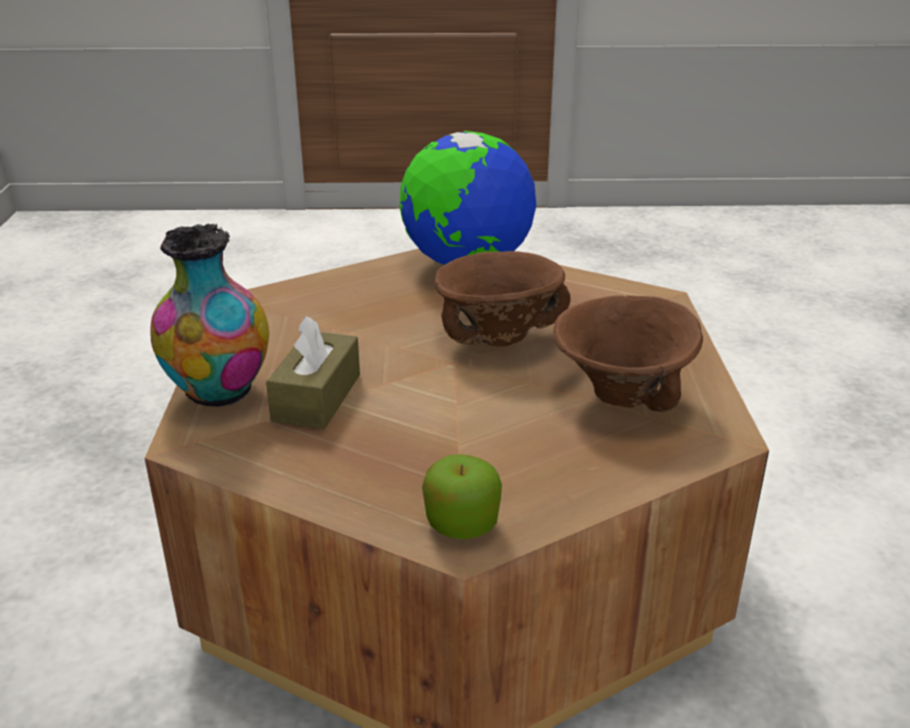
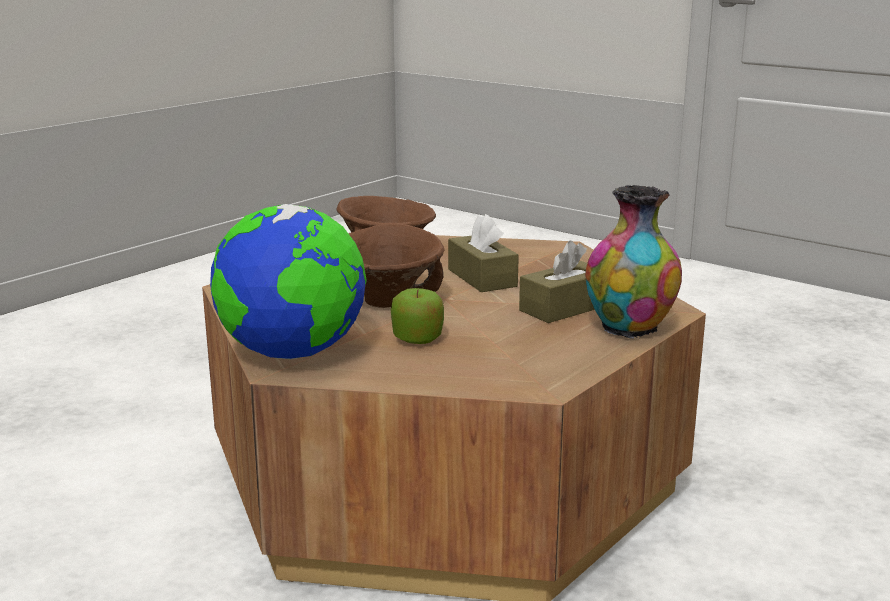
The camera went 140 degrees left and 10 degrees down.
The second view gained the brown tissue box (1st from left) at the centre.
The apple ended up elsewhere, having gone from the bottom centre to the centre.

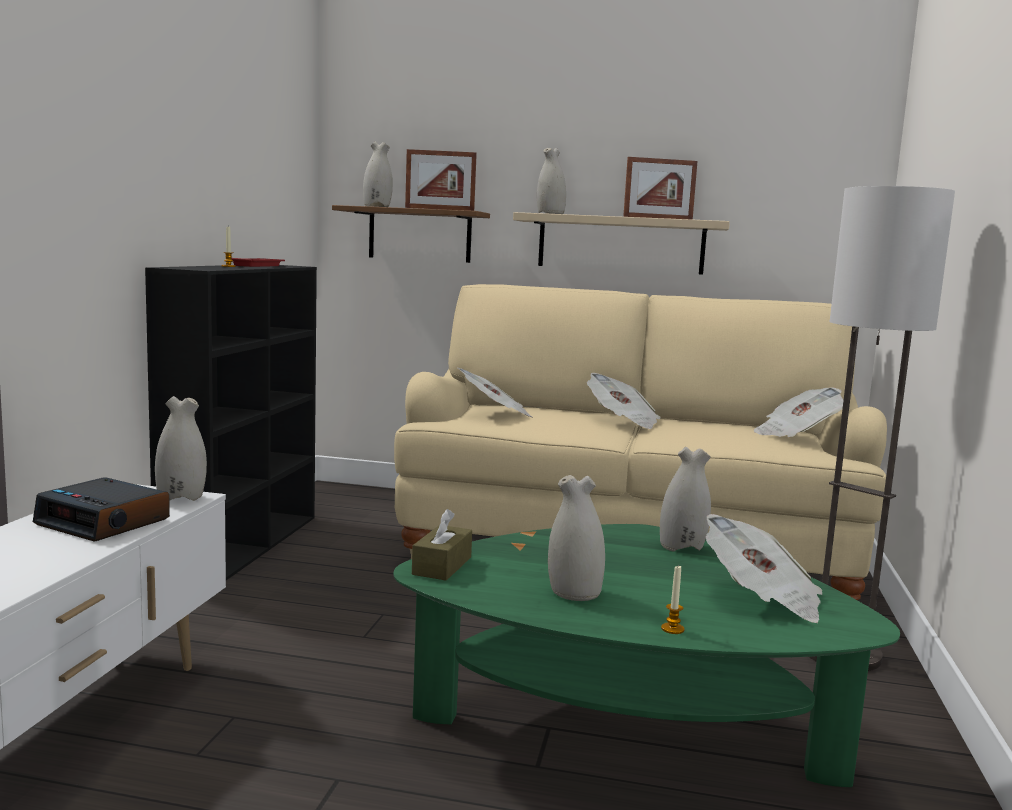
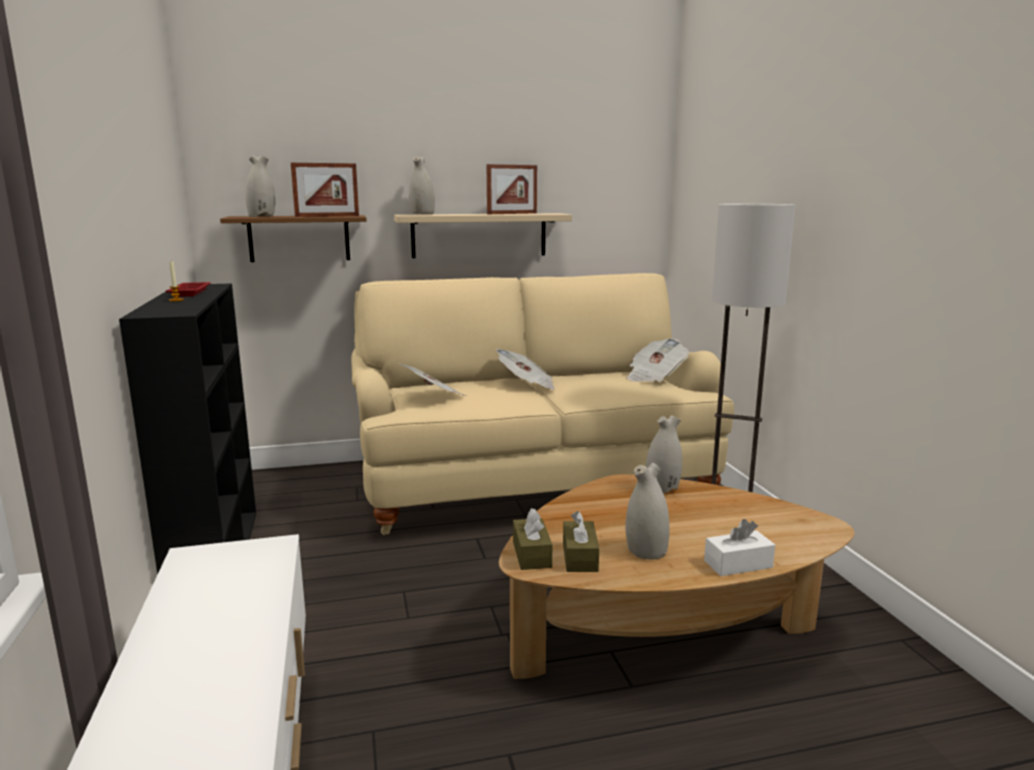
The camera went 25 degrees left and 5 degrees up.
The second view lost the alarm clock at the middle left.
The second view lost the white vase (1st from left) at the middle left.
The second view lost the newspaper (3rd from left) at the bottom right.
The second view gained the brown tissue box (2nd from left) at the bottom centre.
Where the candle (2nd from left) stood at the bottom centre, the white tissue box came to stand at the bottom right.
What was the green coffee table at the bottom centre turned into the brown coffee table at the bottom centre.

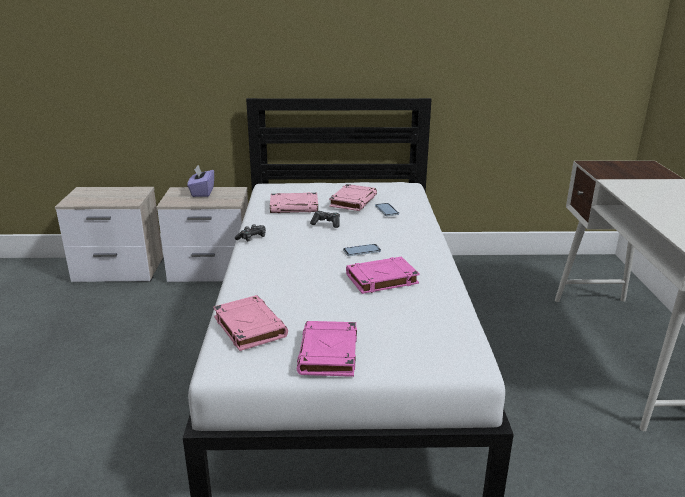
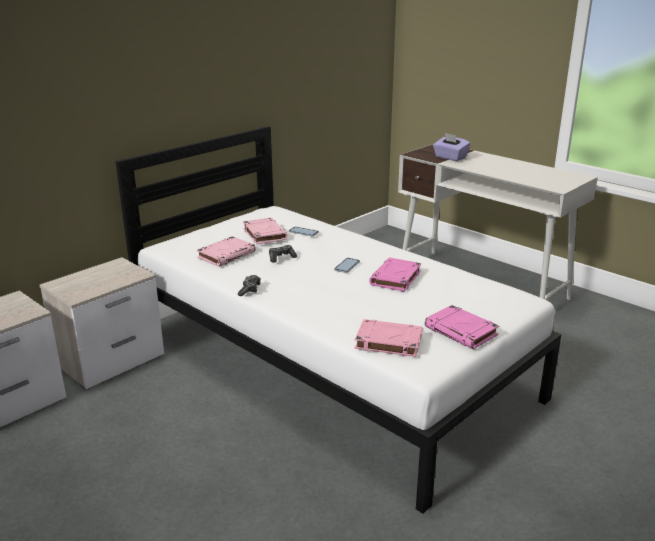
The camera went 45 degrees left and 0 degrees up.
The purple tissue box ended up elsewhere, having gone from the middle left to the top right.

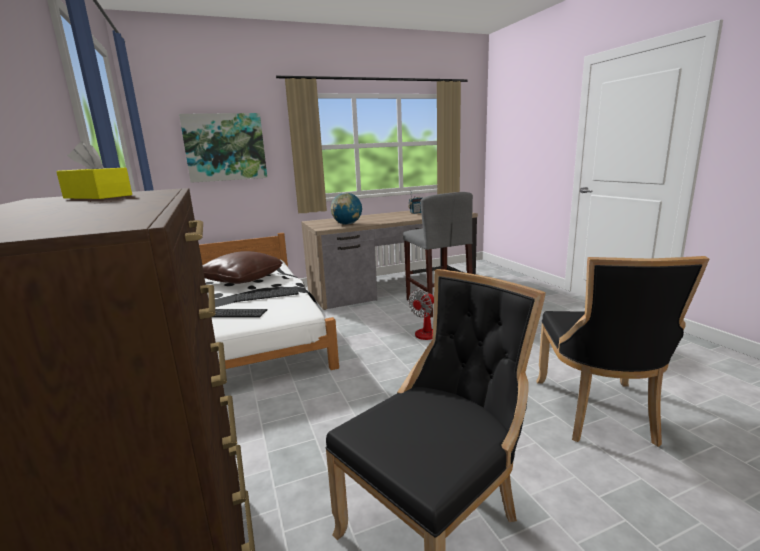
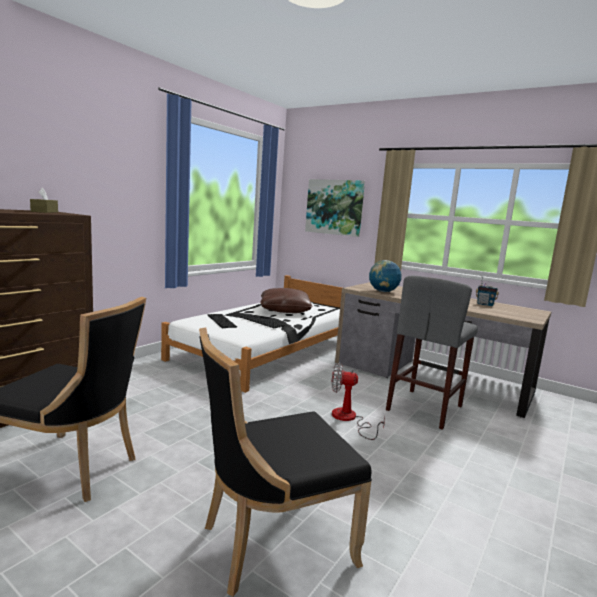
The camera went 55 degrees right and 5 degrees down.
What was the yellow tissue box at the top left turned into the brown tissue box at the middle left.

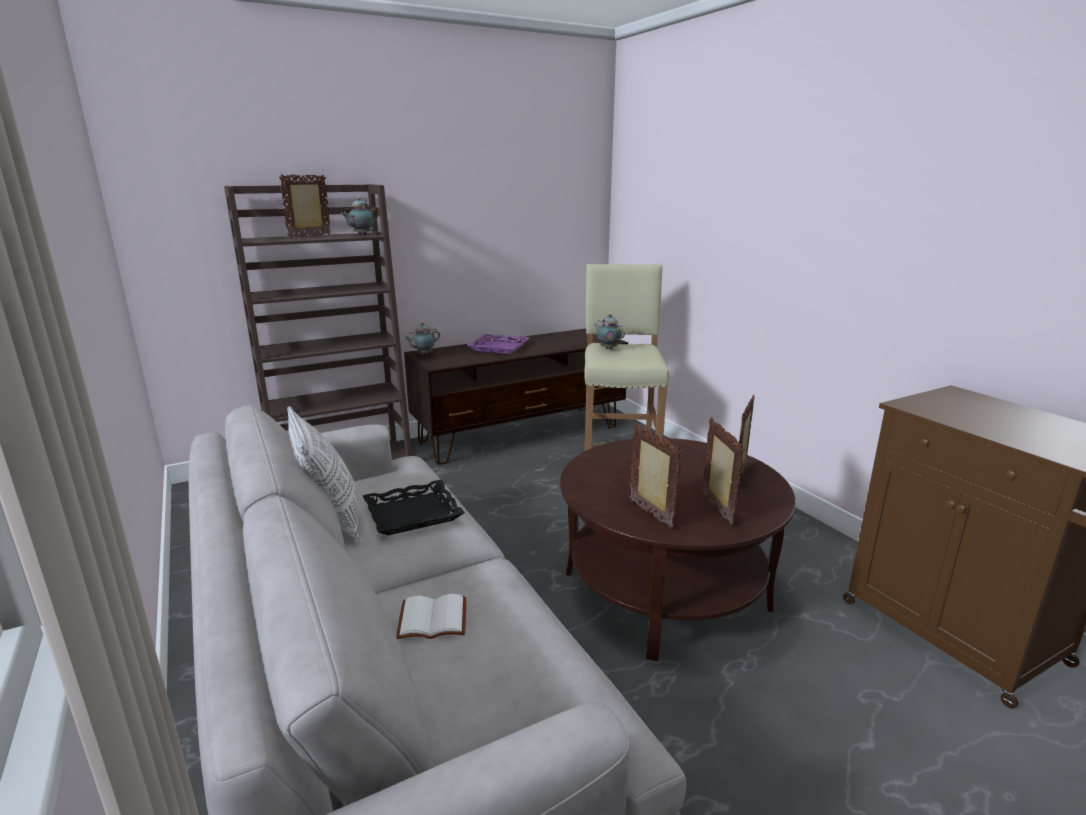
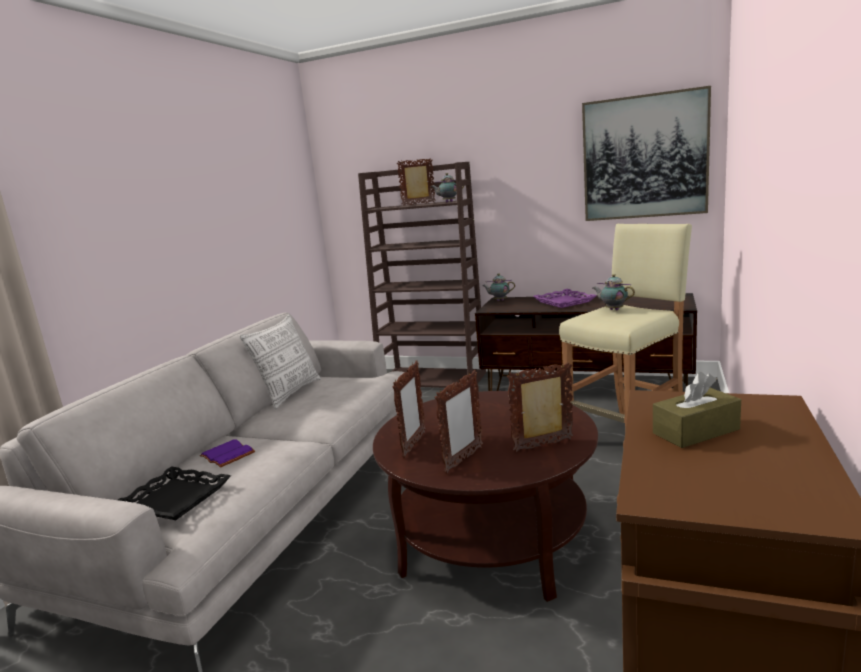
The camera went 50 degrees right and 5 degrees down.
The second view gained the picture at the top right.
The second view gained the brown tissue box at the middle right.
The black tray ended up elsewhere, having gone from the centre to the bottom left.
What was the white book at the bottom centre turned into the purple book at the bottom left.
The teapot (3rd from left) at the centre ended up facing another way, 60 degrees counterclockwise from before.

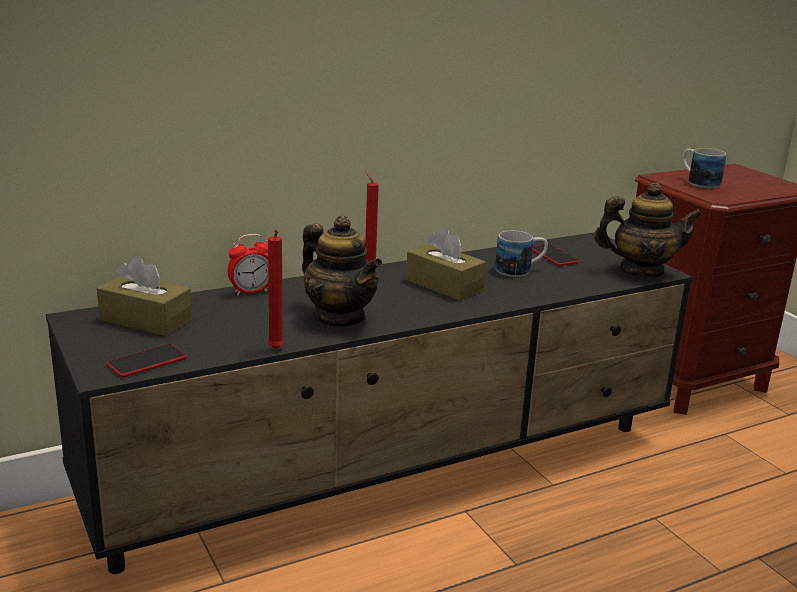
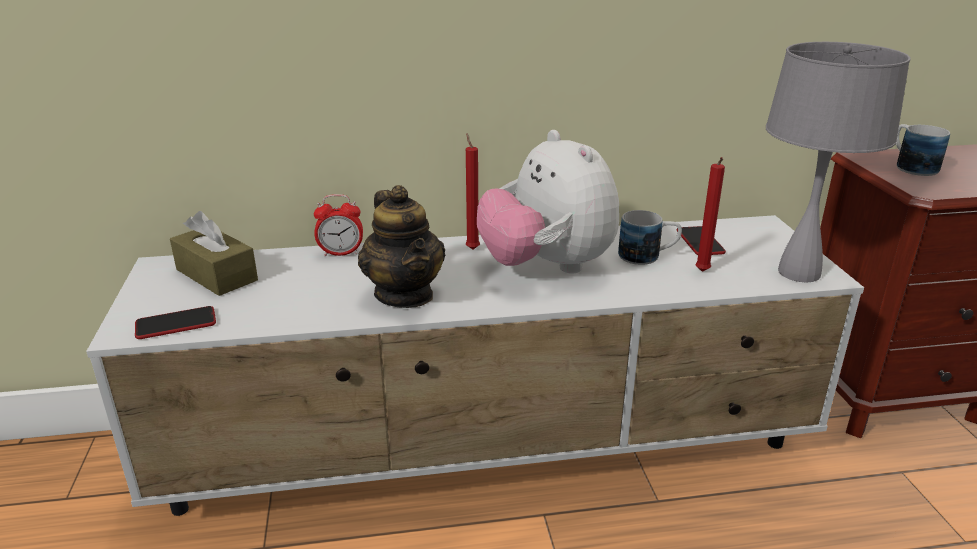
The camera went 20 degrees right and 5 degrees up.
The red candle (1st from left in the first image) ended up elsewhere, having gone from the centre to the middle right.
Where the brown tissue box (2nd from left) stood at the centre, the plush toy came to stand at the centre.
Where the teapot (2nd from left) stood at the middle right, the grey table lamp came to stand at the top right.
What was the black tv stand at the bottom centre turned into the white tv stand at the centre.

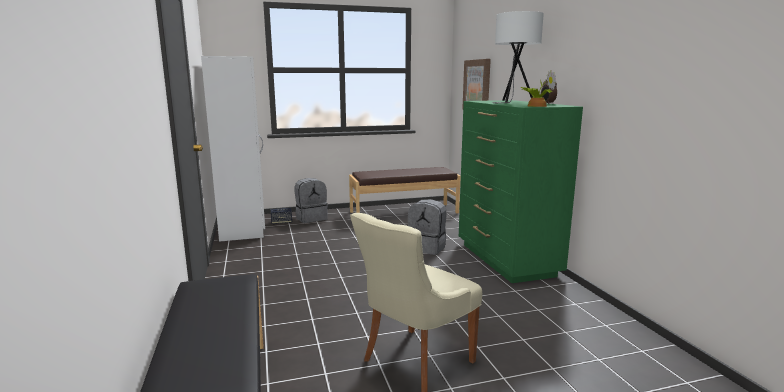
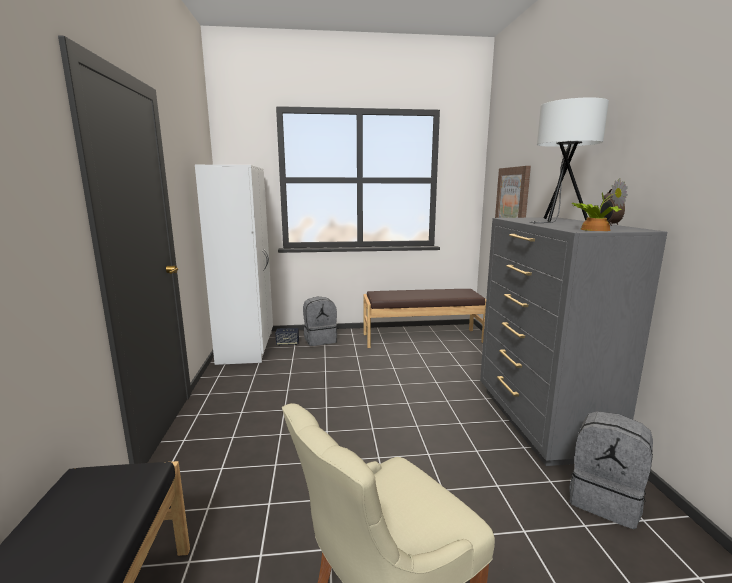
The camera went 10 degrees right and 0 degrees up.
The grey backpack (2nd from left) ended up elsewhere, having gone from the centre to the bottom right.
What was the green dresser at the centre turned into the grey dresser at the middle right.

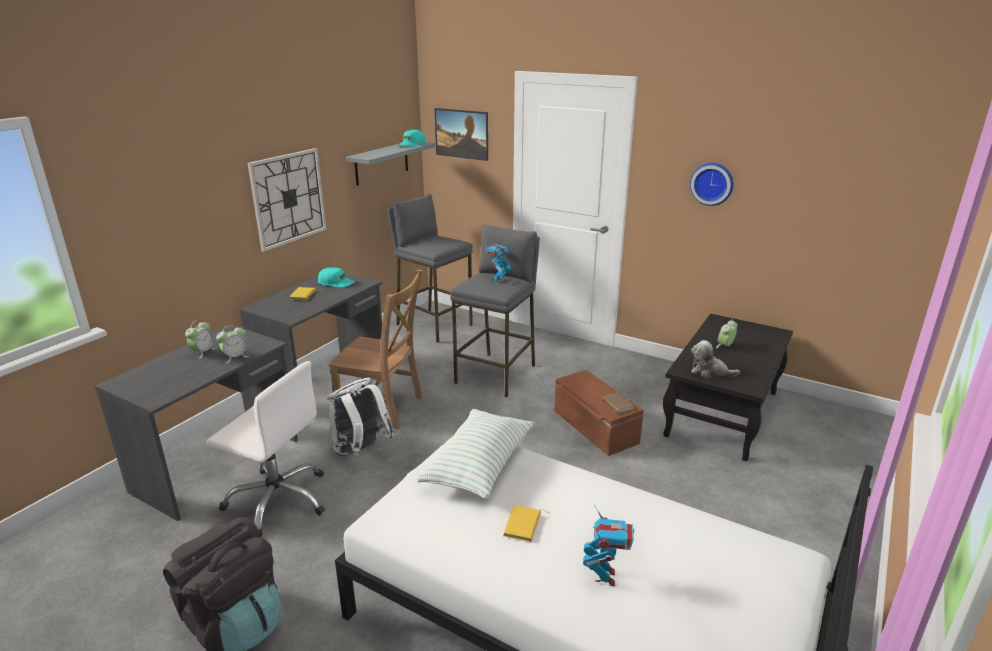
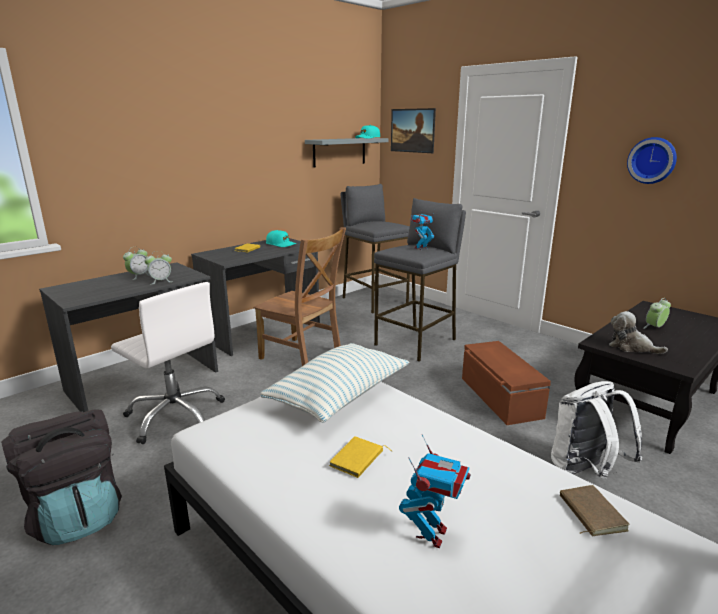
The camera went 15 degrees right and 5 degrees down.
The second view lost the wall clock (1st from left) at the top left.
The white backpack ended up elsewhere, having gone from the centre to the bottom right.
The brown book ended up elsewhere, having gone from the centre to the bottom right.

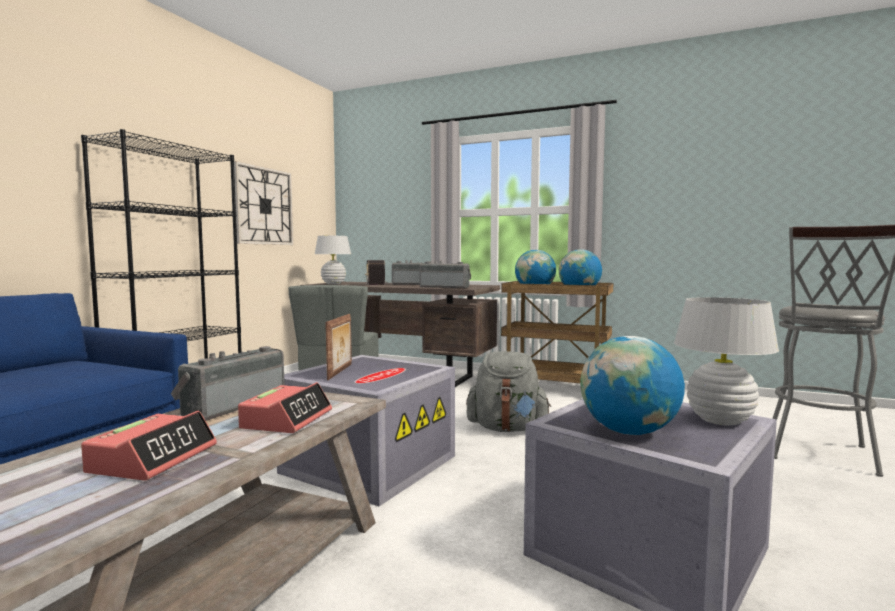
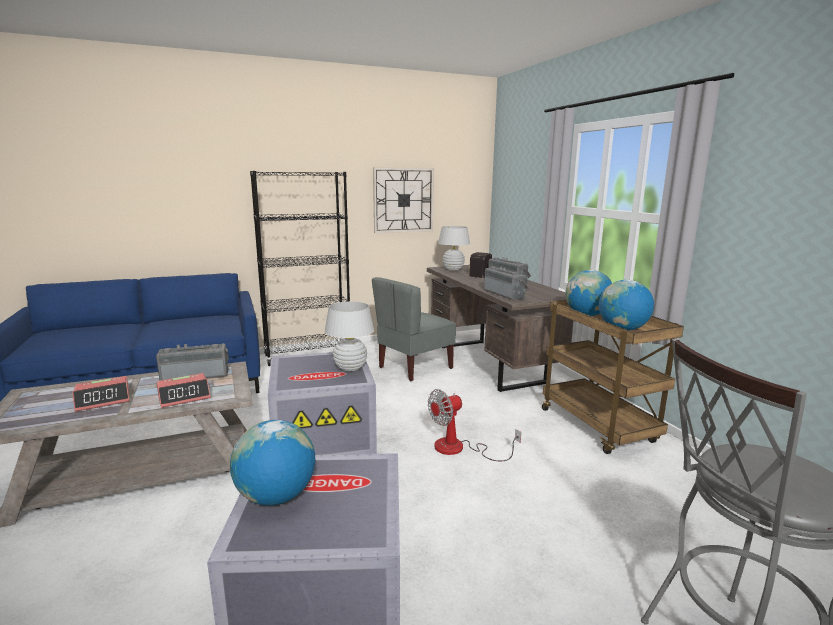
The camera went 45 degrees right and 10 degrees up.
The second view lost the picture frame at the centre.
The white table lamp (2nd from left in the first image) ended up elsewhere, having gone from the middle right to the centre.
Where the grey backpack stood at the centre, the fan came to stand at the bottom centre.

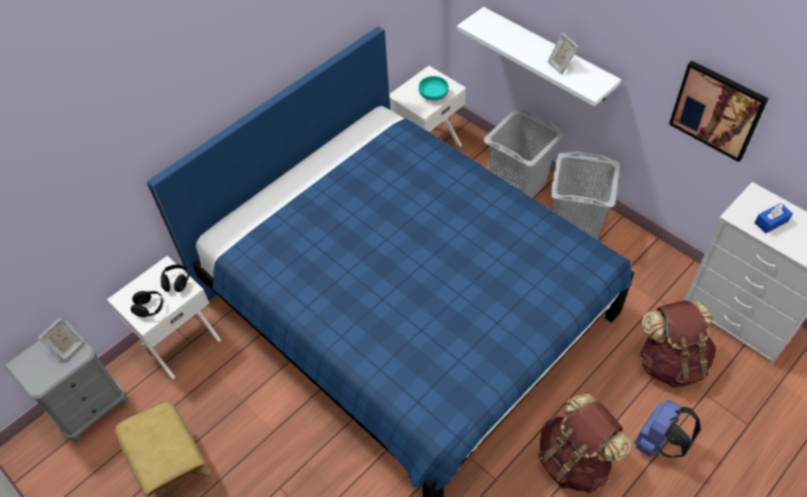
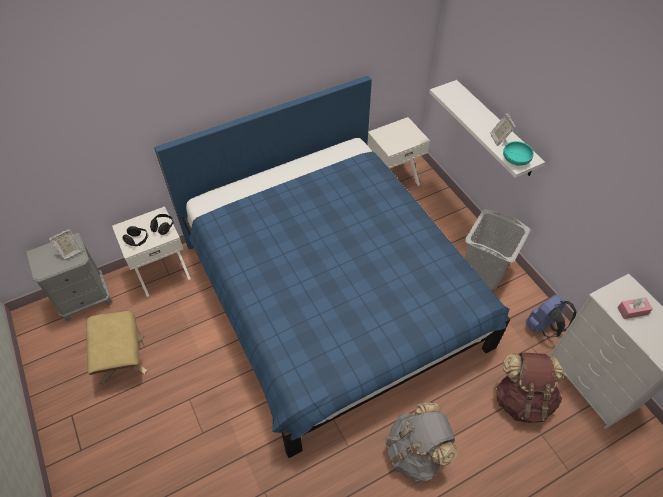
The camera went 15 degrees right and 0 degrees up.
The second view lost the grey laundry basket (1st from left) at the top centre.
The second view lost the picture at the top right.
The turquoise bowl ended up elsewhere, having gone from the top centre to the top right.
The blue backpack ended up elsewhere, having gone from the bottom right to the middle right.
What was the brown backpack (1st from left) at the bottom right turned into the grey backpack at the bottom centre.
What was the blue tissue box at the middle right turned into the pink tissue box at the middle right.

